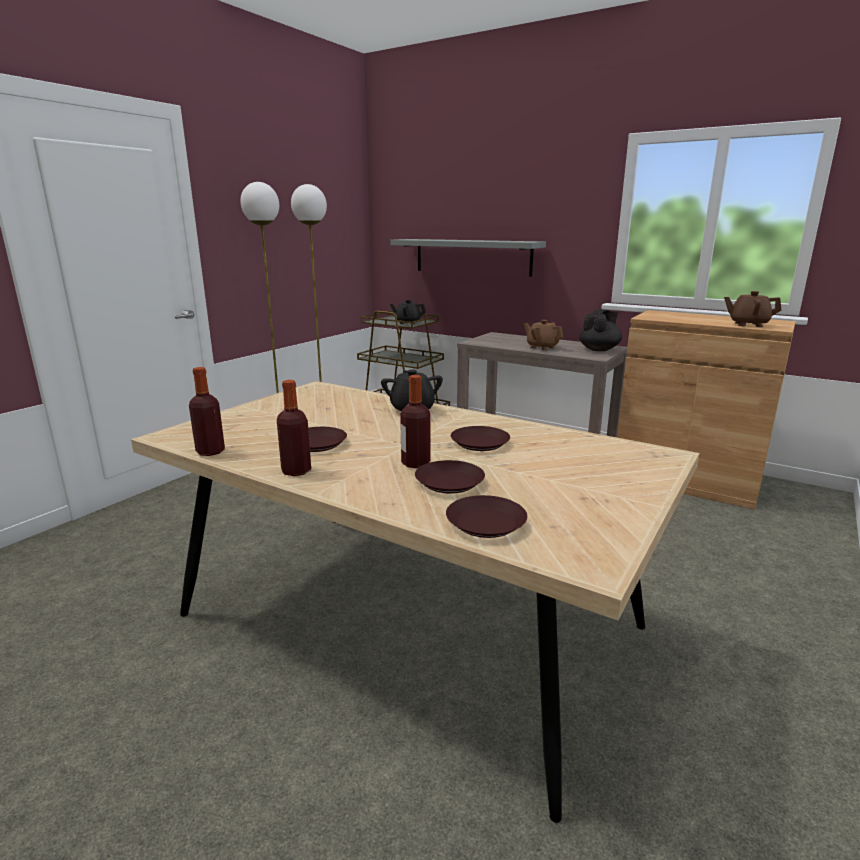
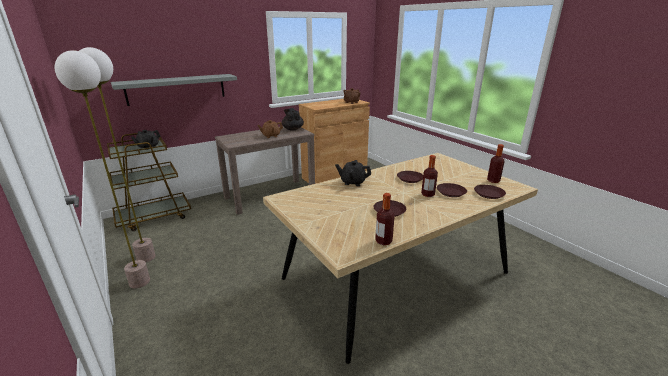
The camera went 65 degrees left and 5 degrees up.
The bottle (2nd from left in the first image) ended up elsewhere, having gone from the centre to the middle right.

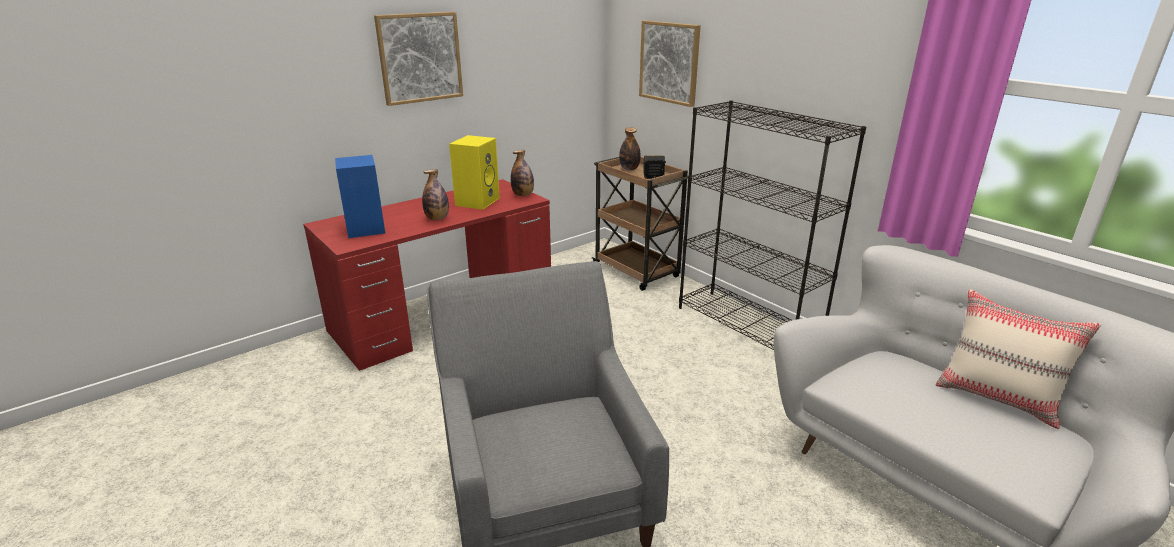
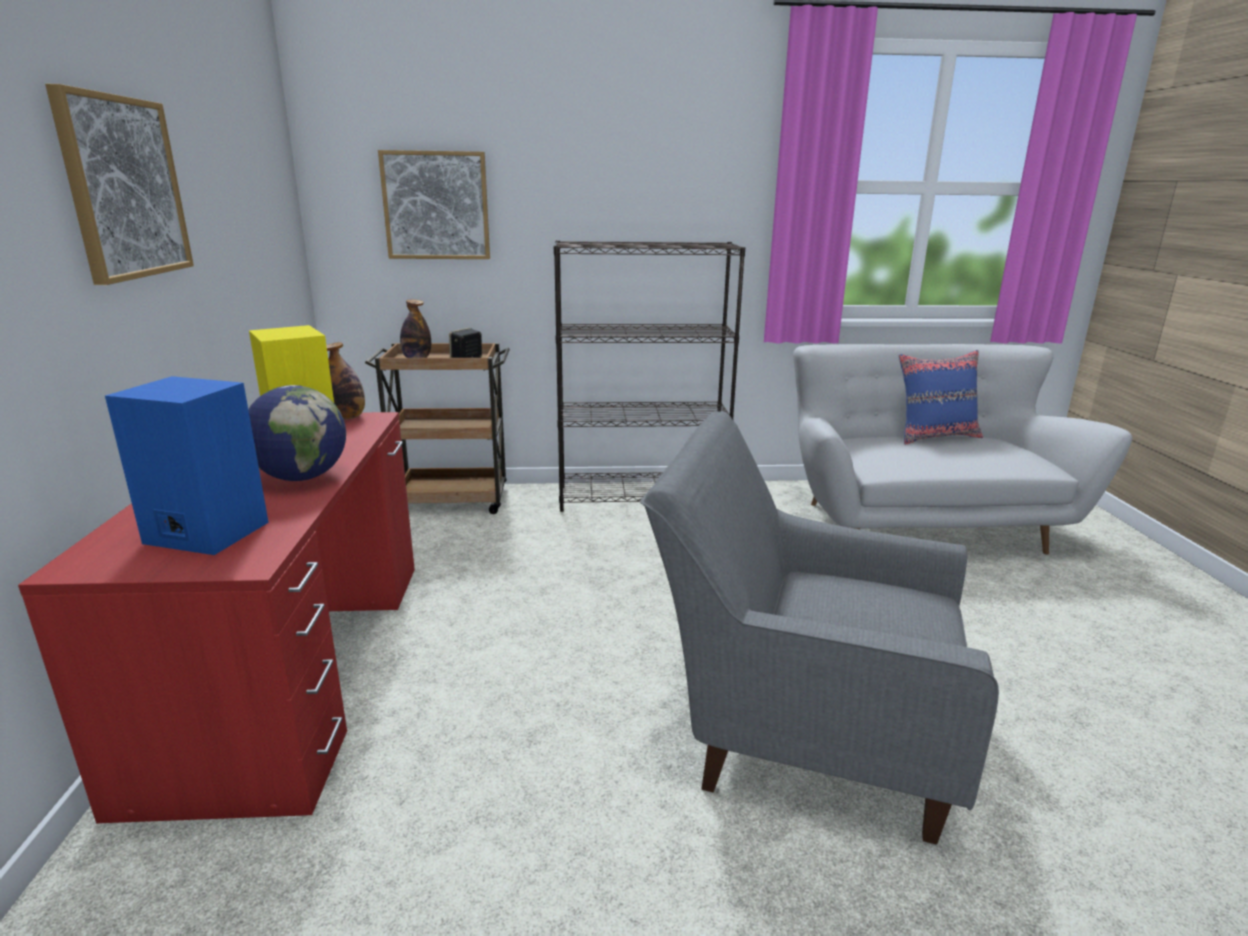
The camera went 55 degrees left and 5 degrees down.
Where the bottle (1st from left) stood at the centre, the globe came to stand at the middle left.
What was the beige pillow at the middle right turned into the blue pillow at the middle right.

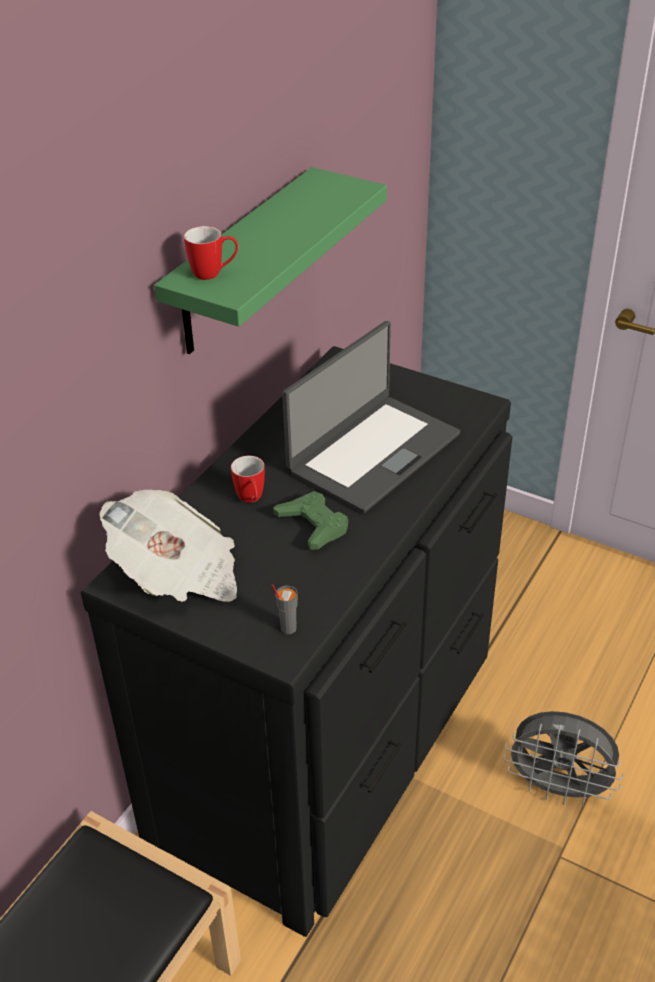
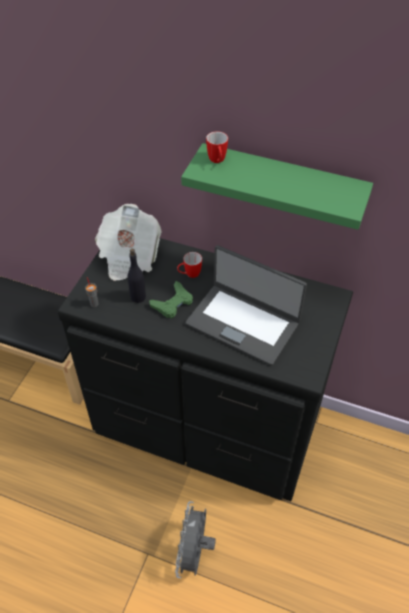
The camera went 80 degrees right and 10 degrees up.
The second view gained the black bottle at the middle left.

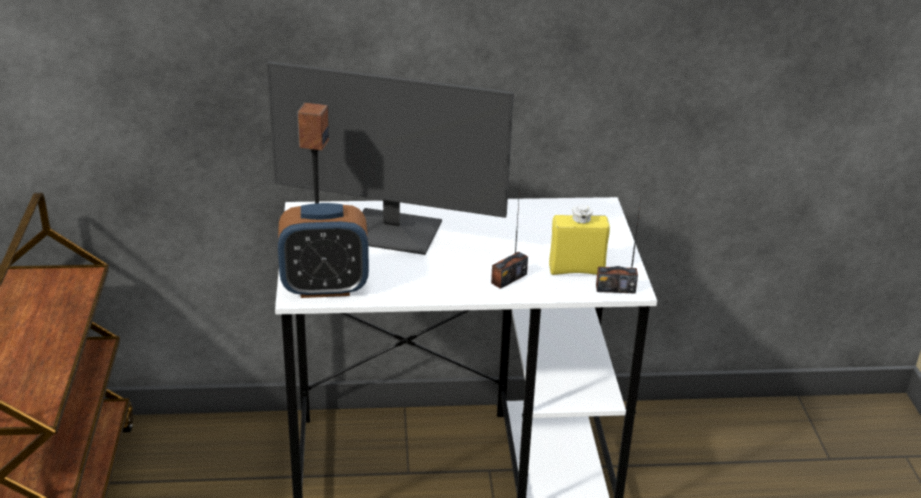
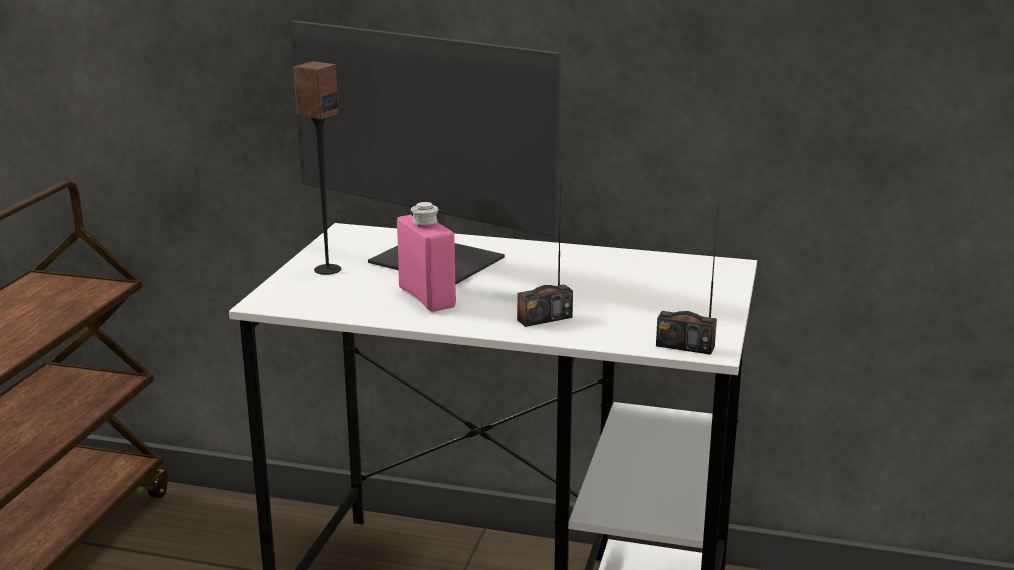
The camera went 20 degrees right and 10 degrees down.
The second view lost the alarm clock at the centre.
The second view lost the yellow bottle at the centre.
The second view gained the pink bottle at the centre.

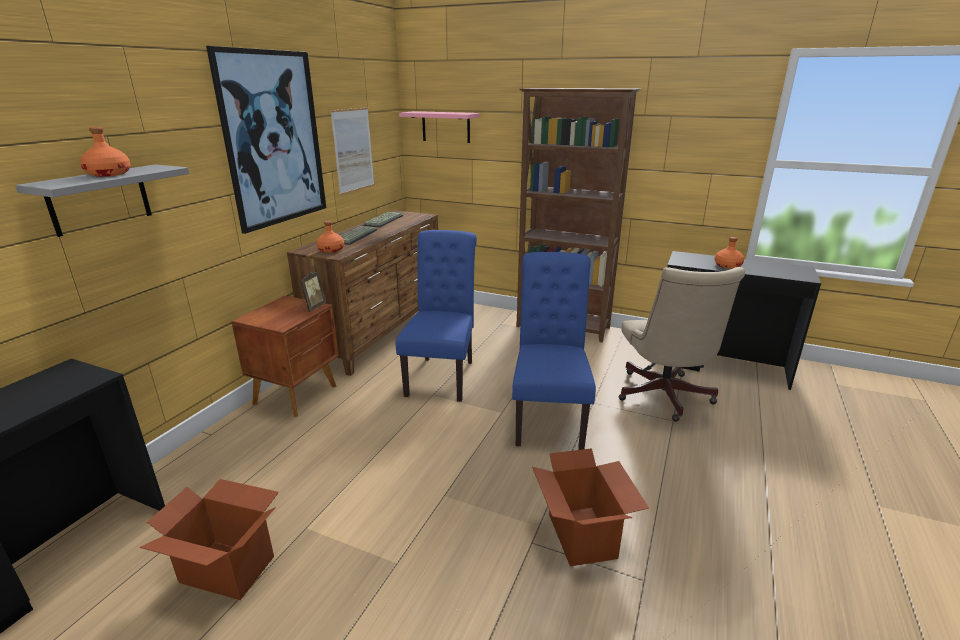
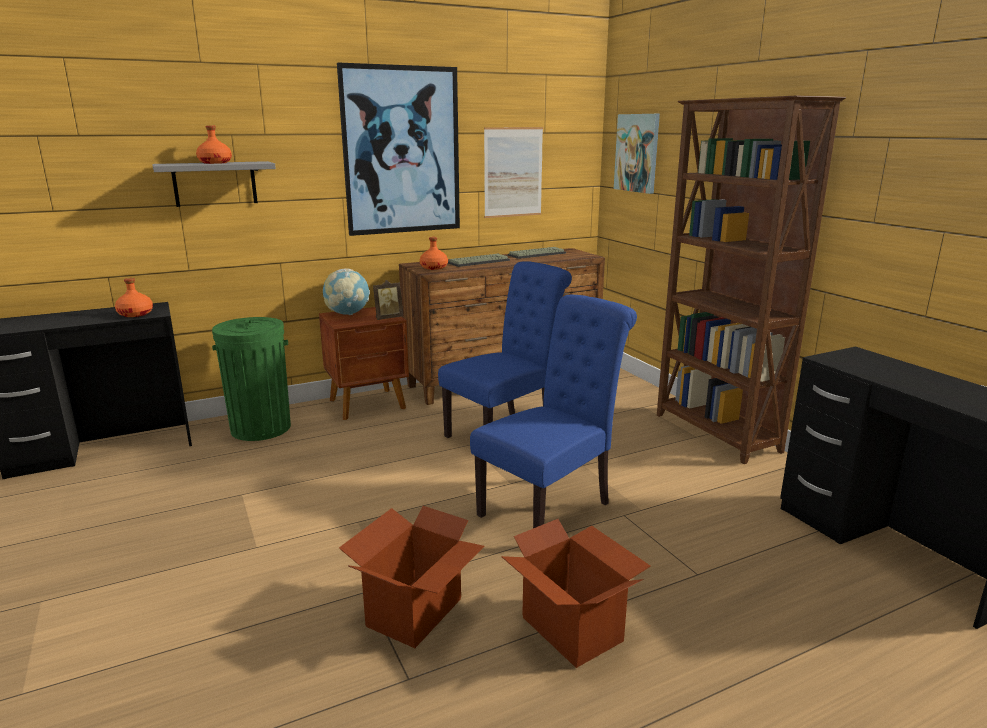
The camera went 40 degrees right and 5 degrees down.
The second view lost the beige office chair at the middle right.
The second view gained the green trash can at the middle left.
The second view gained the globe at the centre.
The cardboard box (1st from left in the first image) ended up elsewhere, having gone from the bottom left to the bottom centre.
The orange bottle (3rd from left in the first image) ended up elsewhere, having gone from the middle right to the middle left.
Where the pink shelf hung at the top centre, the picture (3rd from left) came to hang at the top centre.

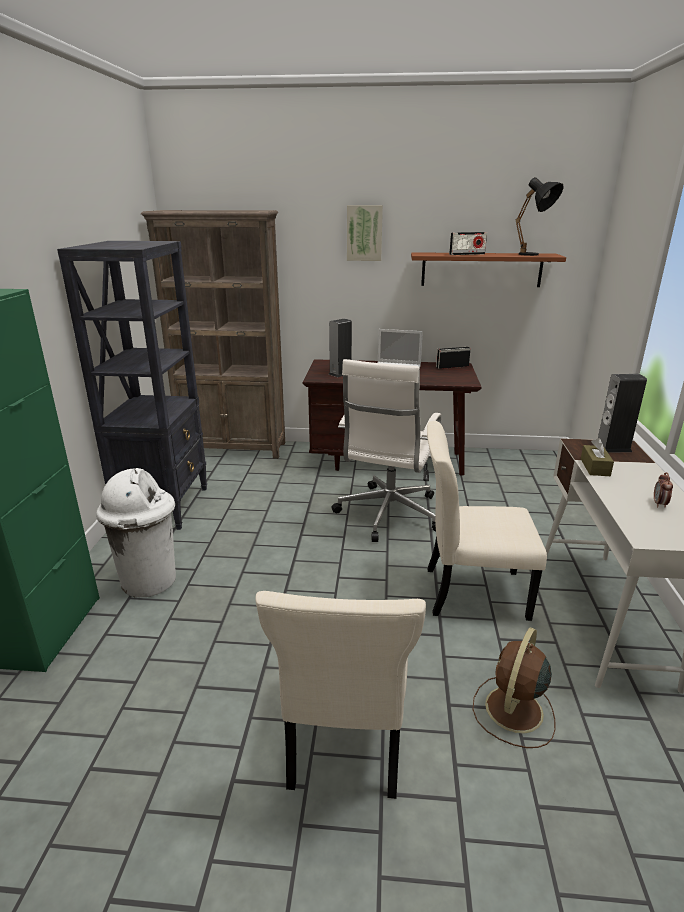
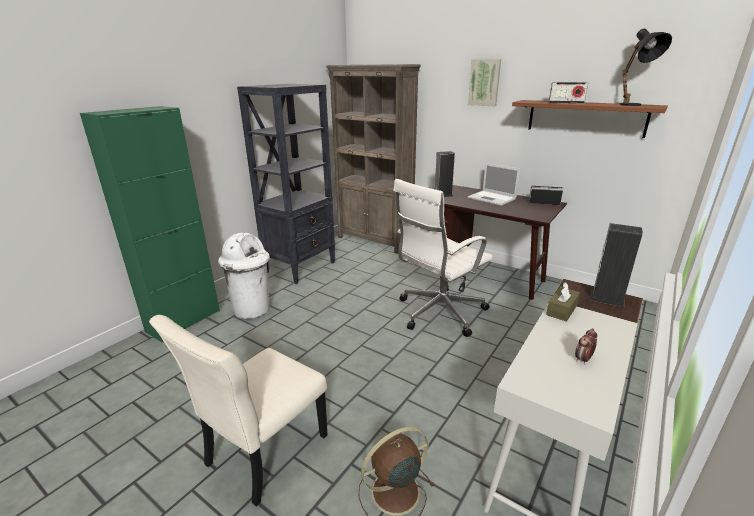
The camera went 30 degrees right and 0 degrees up.
The second view lost the beige chair (2nd from left) at the middle right.

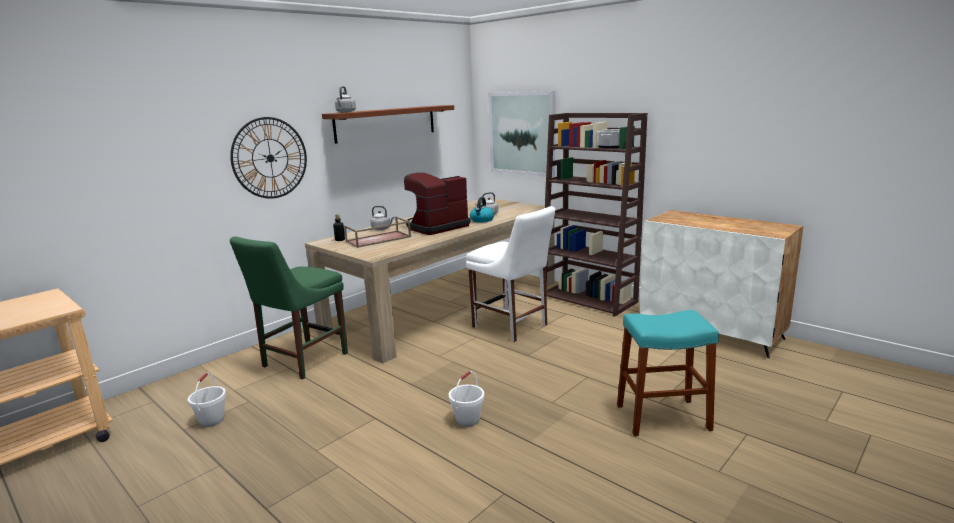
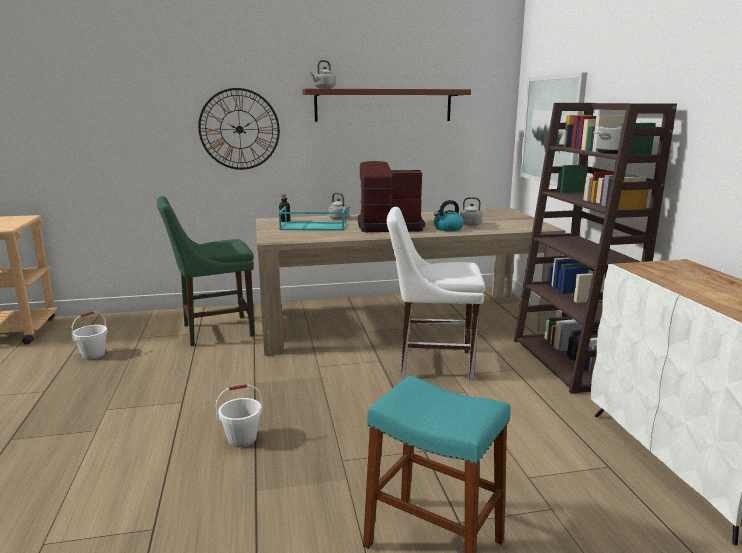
The camera went 35 degrees right and 0 degrees up.
What was the brown tray at the centre turned into the turquoise tray at the centre.
The white chair at the centre ended up facing another way, 105 degrees clockwise from before.

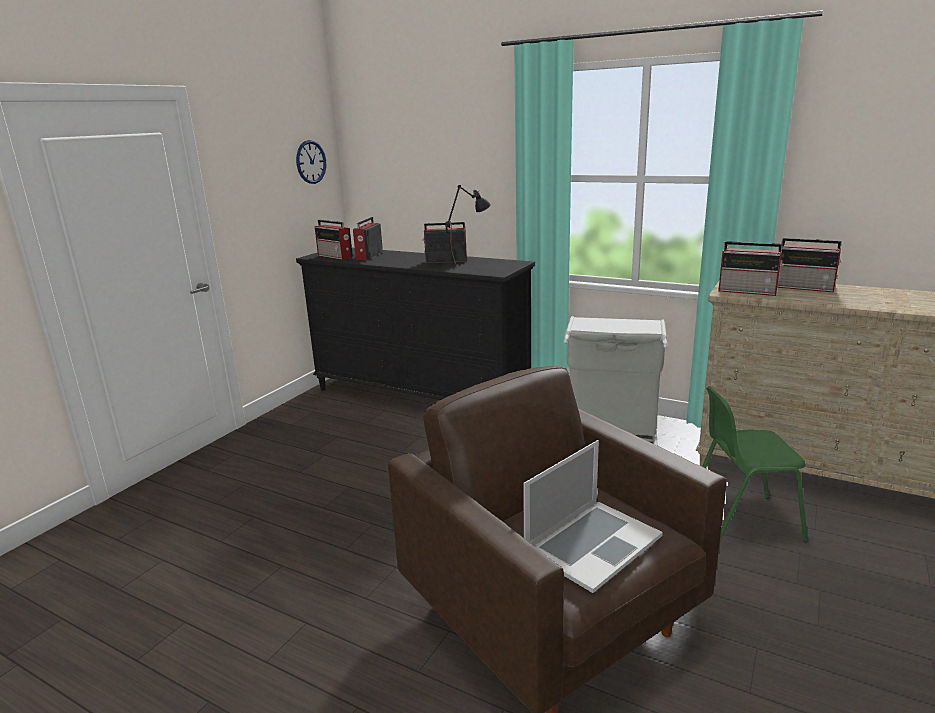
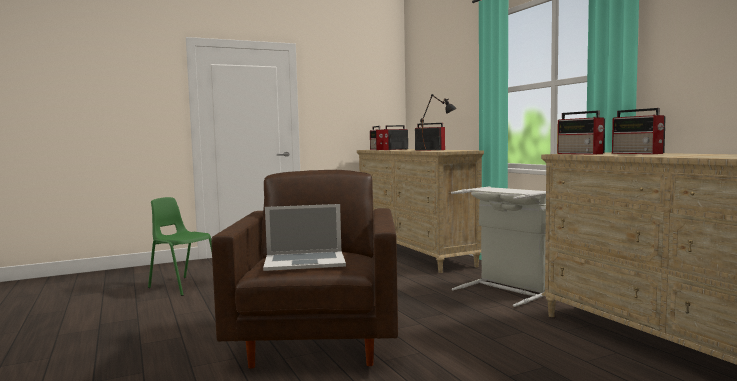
The camera went 35 degrees right and 15 degrees down.
The second view lost the wall clock at the top left.
The green chair ended up elsewhere, having gone from the middle right to the middle left.
What was the black dresser at the centre turned into the beige dresser (1st from left) at the centre.

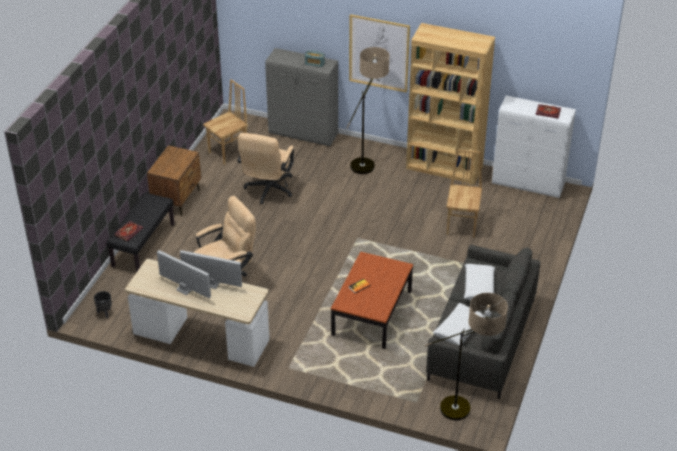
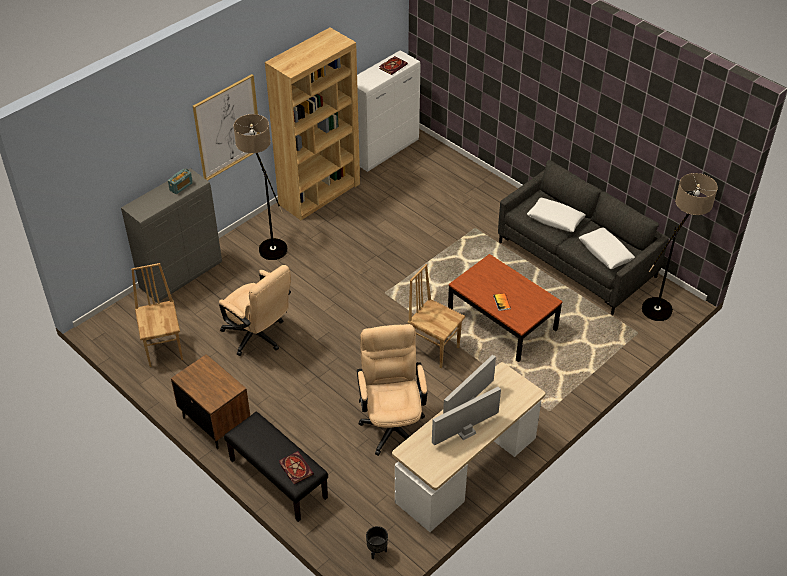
The camera went 65 degrees left and 5 degrees up.
The brown chair (2nd from left) ended up elsewhere, having gone from the middle right to the centre.

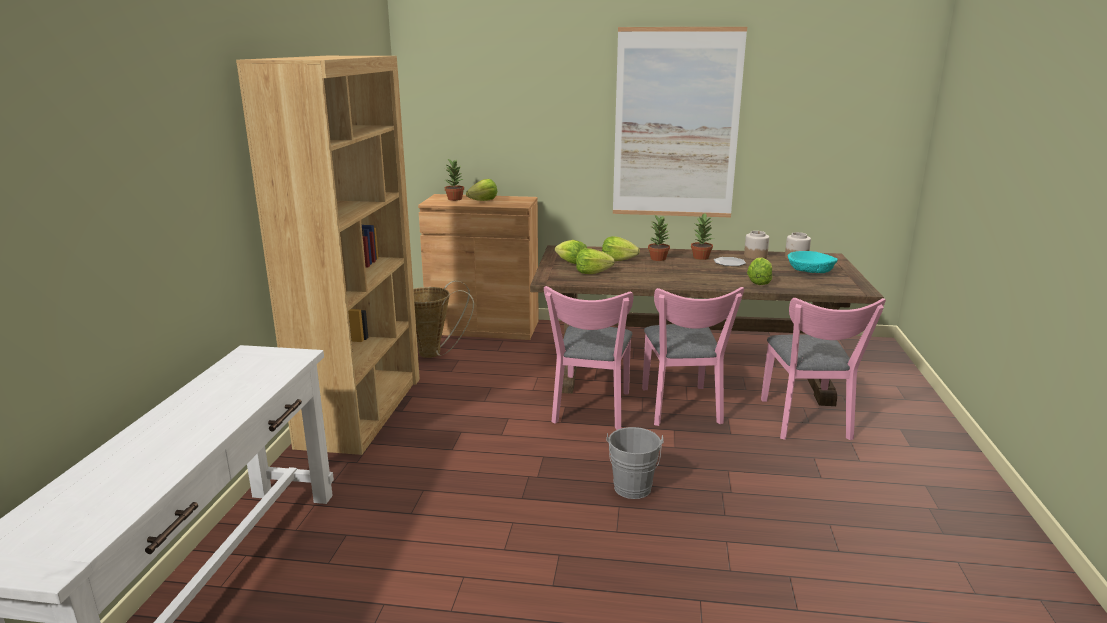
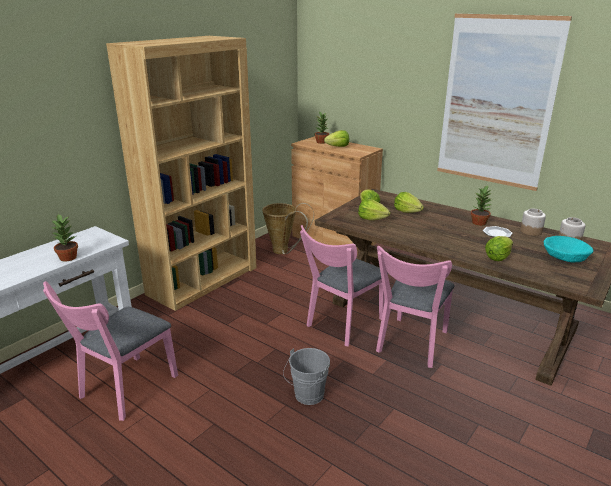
The camera went 30 degrees right and 5 degrees up.
The potted plant (2nd from left in the first image) ended up elsewhere, having gone from the centre to the middle left.
The pink chair (3rd from left in the first image) ended up elsewhere, having gone from the middle right to the bottom left.

